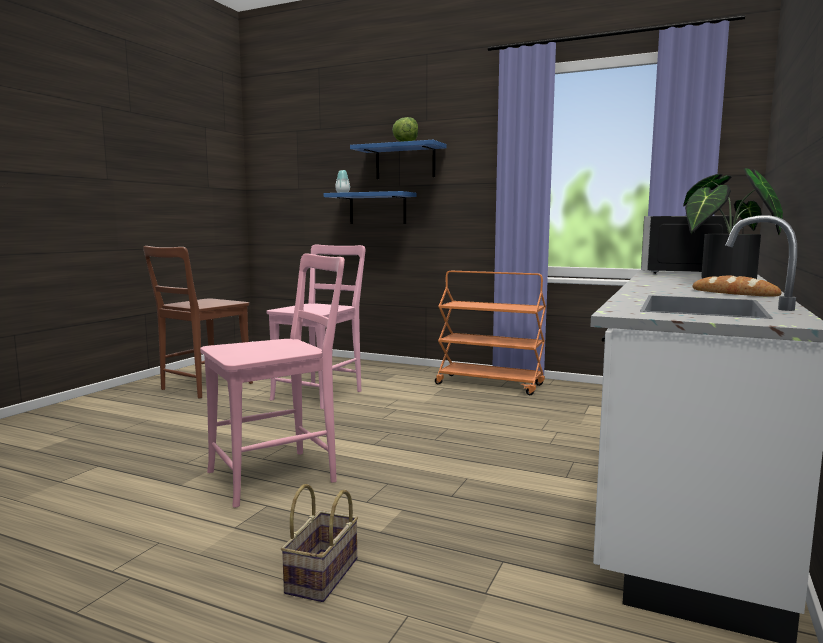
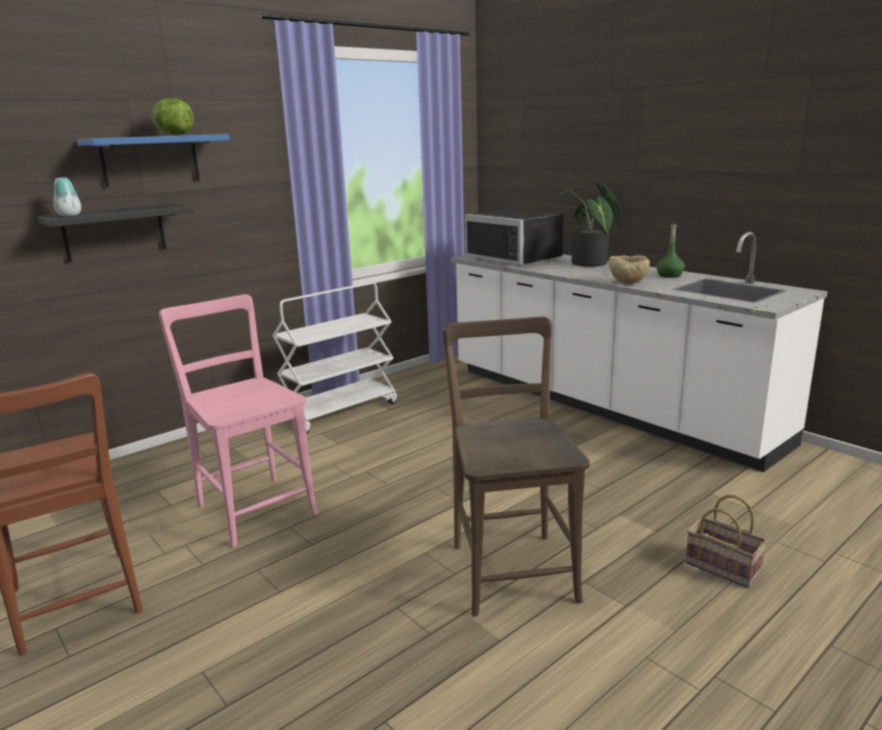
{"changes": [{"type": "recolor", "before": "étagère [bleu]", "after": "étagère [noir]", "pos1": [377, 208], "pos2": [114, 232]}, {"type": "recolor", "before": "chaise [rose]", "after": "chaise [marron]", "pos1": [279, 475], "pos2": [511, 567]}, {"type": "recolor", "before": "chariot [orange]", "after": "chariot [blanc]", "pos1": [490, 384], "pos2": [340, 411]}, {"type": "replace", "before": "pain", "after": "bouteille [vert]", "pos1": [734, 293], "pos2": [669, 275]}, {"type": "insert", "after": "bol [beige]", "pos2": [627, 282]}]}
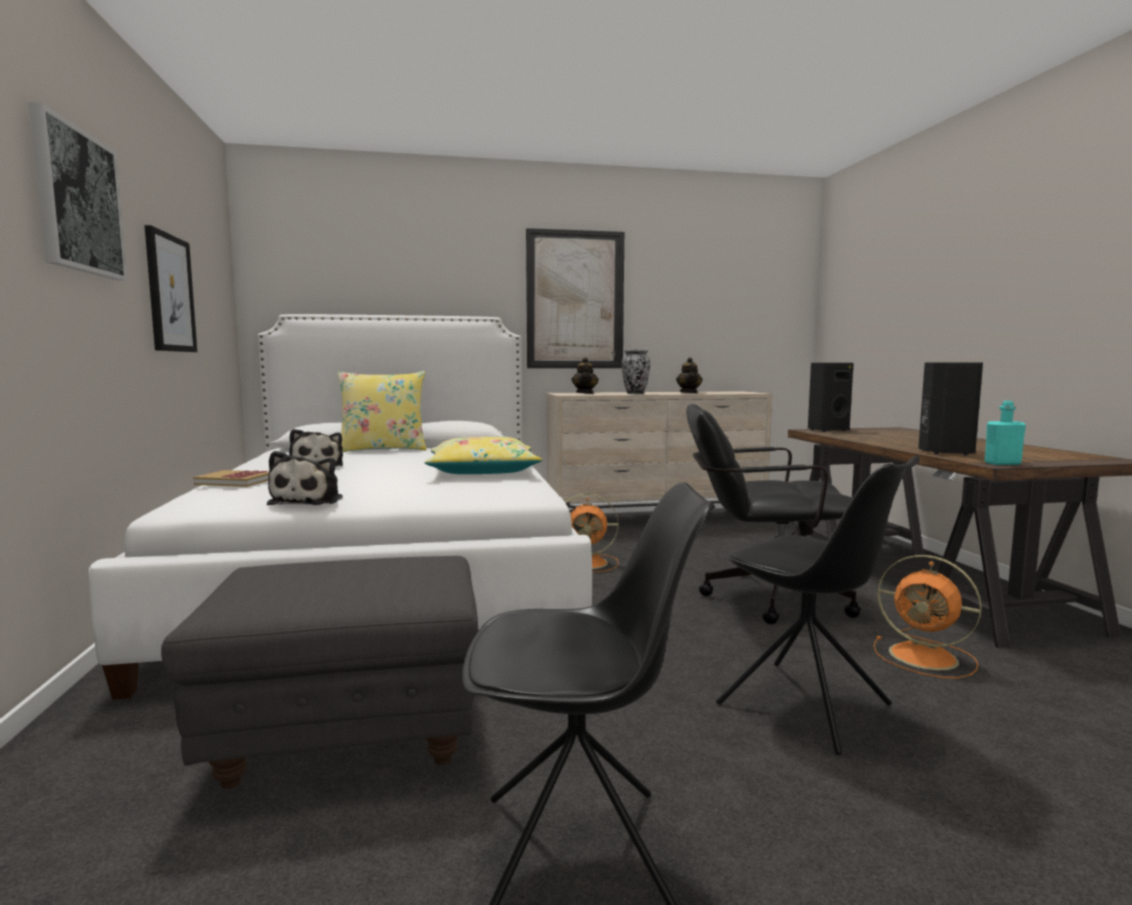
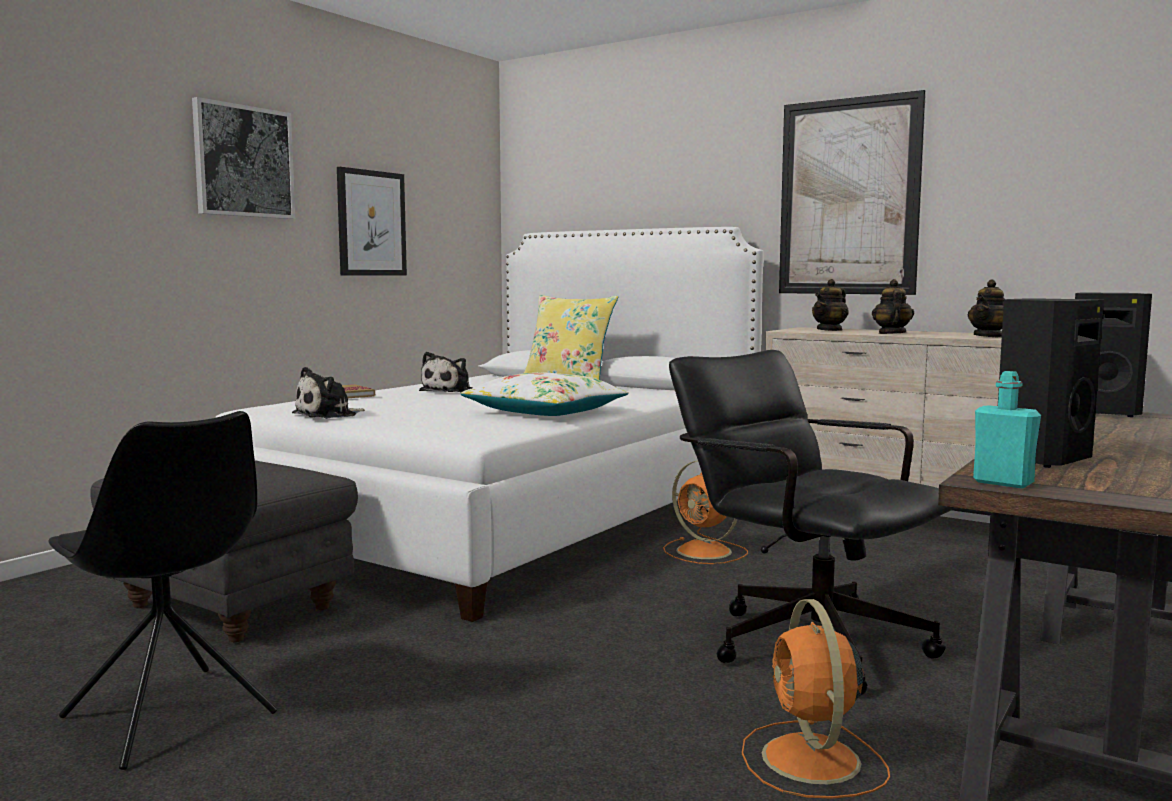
{"changes": [{"type": "replace", "before": "vase", "after": "théière", "pos1": [635, 393], "pos2": [891, 333]}, {"type": "recolor", "before": "coussin [jaune]", "after": "coussin [blanc]", "pos1": [483, 471], "pos2": [545, 412]}, {"type": "delete", "before": "chaise [noir]", "pos1": [806, 706]}]}
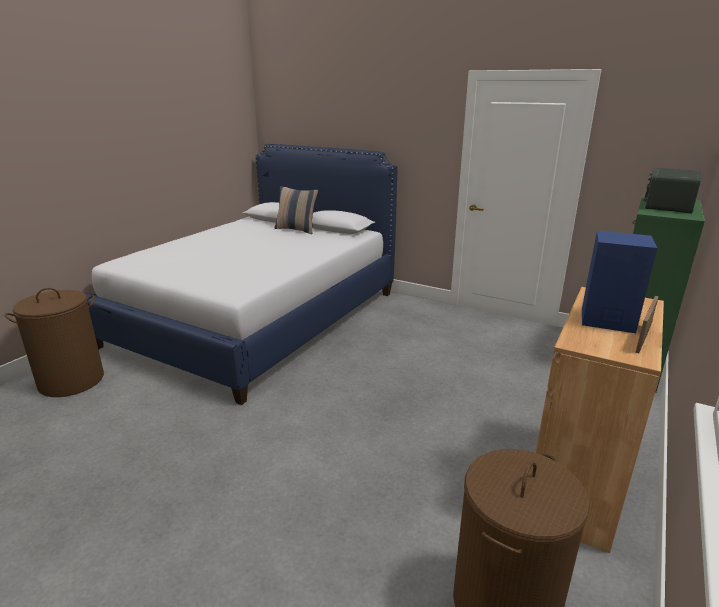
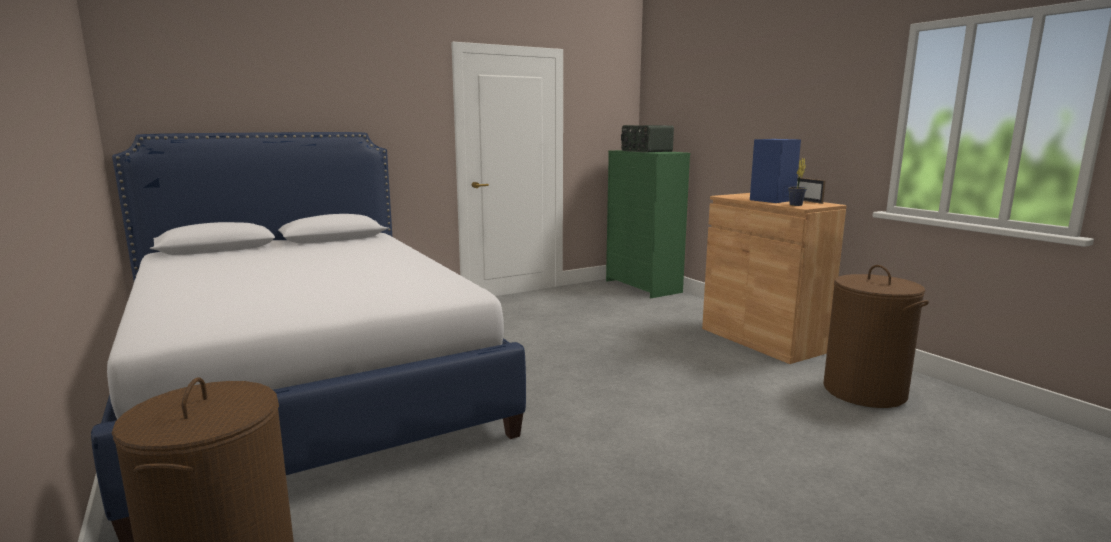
{"changes": [{"type": "delete", "before": "coussin", "pos1": [296, 230]}, {"type": "insert", "after": "plante en pot", "pos2": [795, 205]}]}
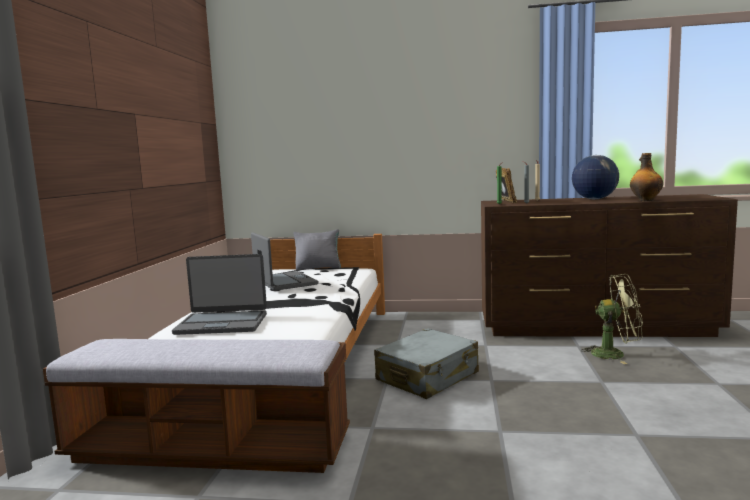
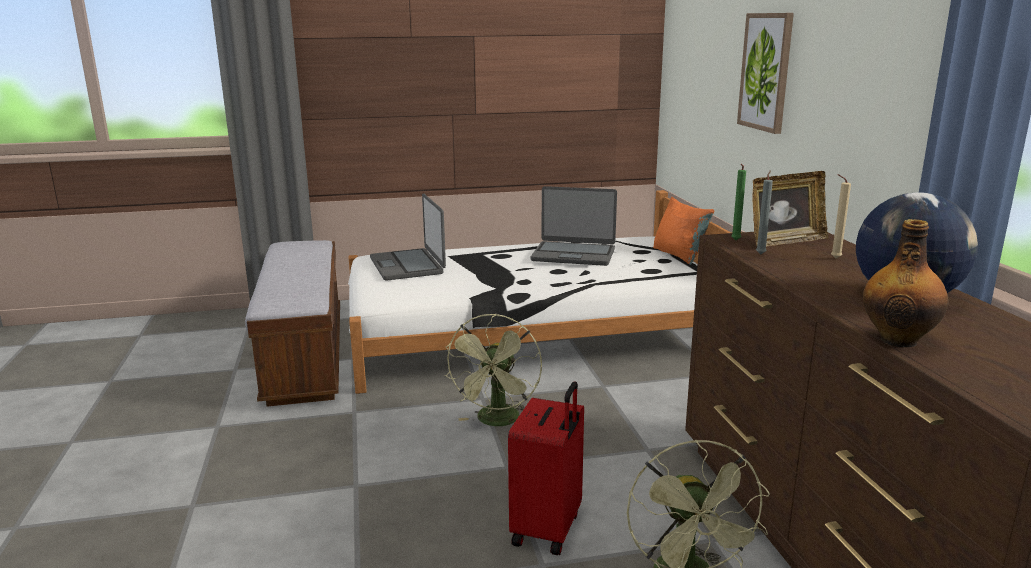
{"changes": [{"type": "recolor", "before": "coussin [gris]", "after": "coussin [orange]", "pos1": [318, 268], "pos2": [679, 255]}, {"type": "rotate", "before": "ordinateur portable", "pos1": [284, 282], "pos2": [573, 254], "turn": 60}, {"type": "replace", "before": "valise [gris]", "after": "ventilateur [vert]", "pos1": [427, 377], "pos2": [497, 422]}, {"type": "insert", "after": "tableau", "pos2": [766, 72]}, {"type": "insert", "after": "valise [rouge]", "pos2": [548, 529]}]}
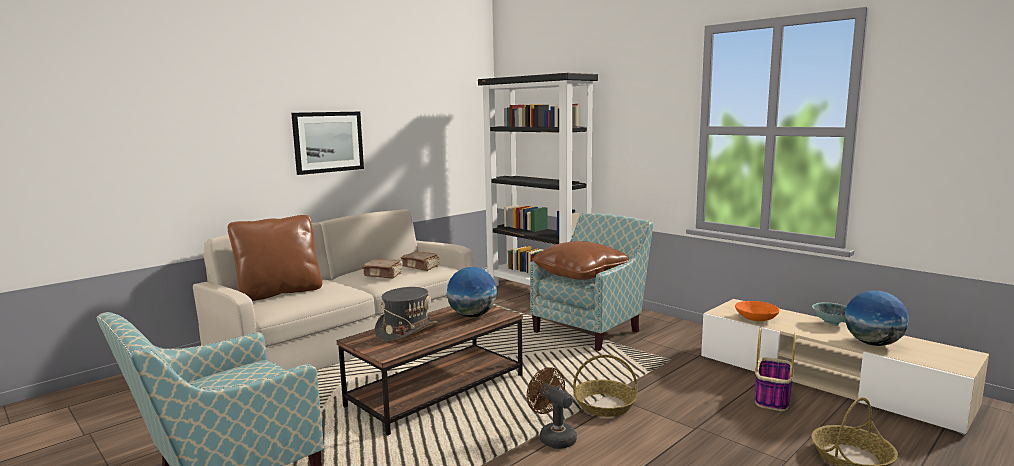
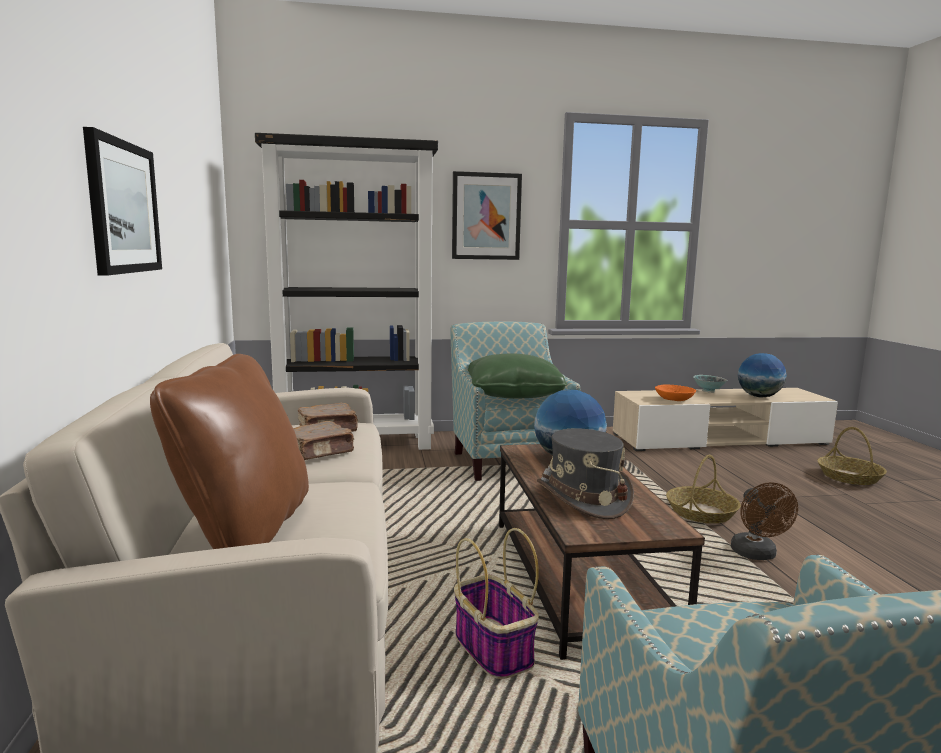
{"changes": [{"type": "recolor", "before": "coussin [marron]", "after": "coussin [vert]", "pos1": [580, 275], "pos2": [513, 394]}, {"type": "move", "before": "panier", "pos1": [772, 397], "pos2": [492, 649]}, {"type": "rotate", "before": "ventilateur [marron]", "pos1": [553, 437], "pos2": [757, 555], "turn": -90}, {"type": "insert", "after": "tableau", "pos2": [486, 216]}]}
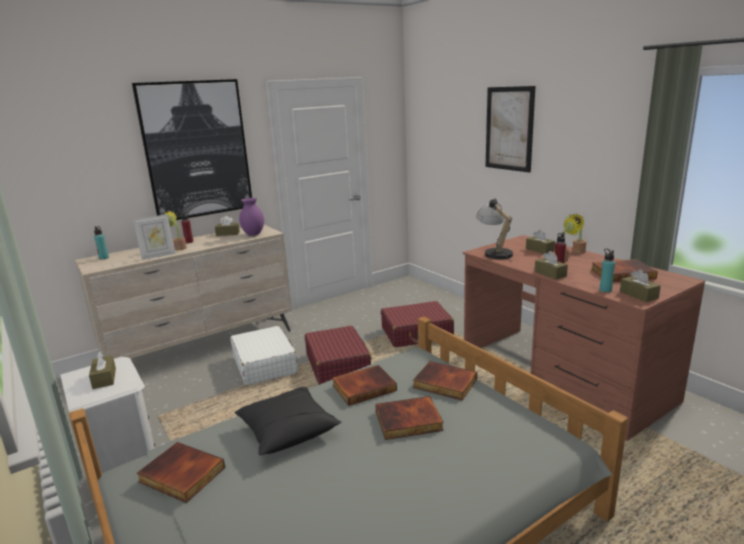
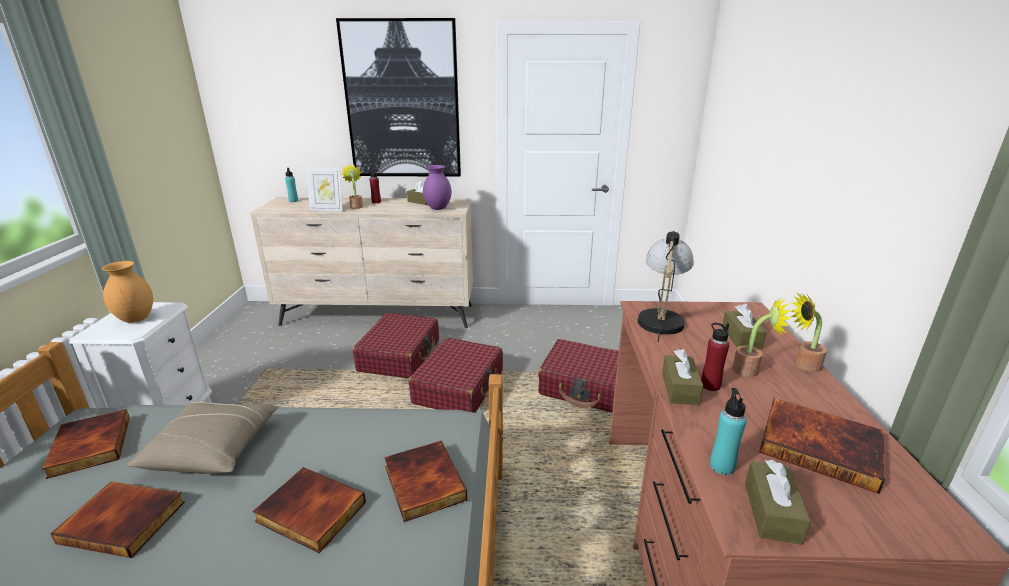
{"changes": [{"type": "delete", "before": "tableau", "pos1": [509, 129]}, {"type": "recolor", "before": "valise [blanc]", "after": "valise [rouge]", "pos1": [264, 364], "pos2": [400, 356]}, {"type": "replace", "before": "boîte à mouchoirs [marron]", "after": "vase [marron]", "pos1": [104, 378], "pos2": [136, 319]}, {"type": "move", "before": "livre", "pos1": [364, 387], "pos2": [125, 520]}, {"type": "recolor", "before": "coussin [noir]", "after": "coussin [beige]", "pos1": [287, 430], "pos2": [213, 449]}]}
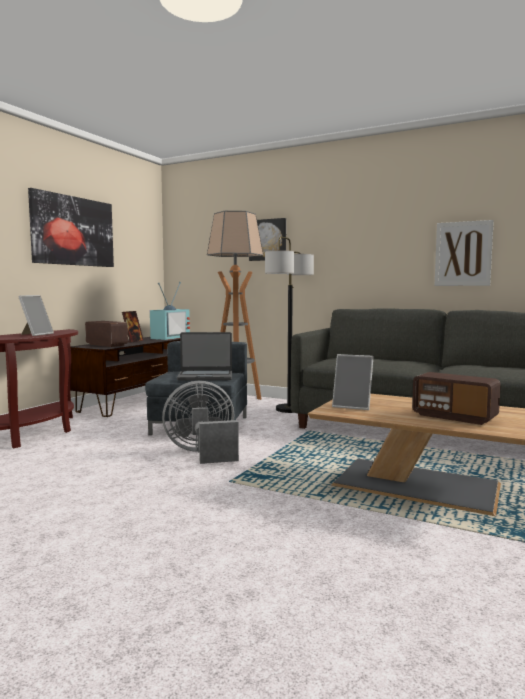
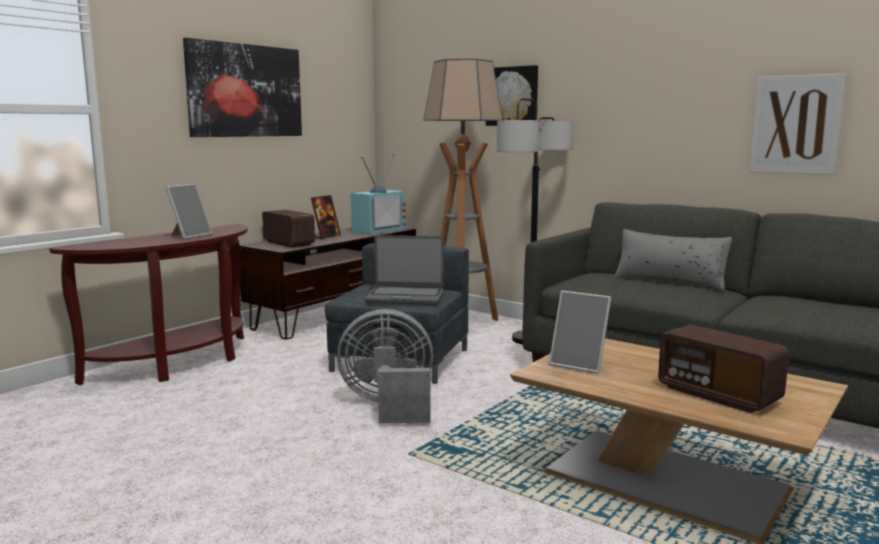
{"changes": [{"type": "insert", "after": "coussin [gris]", "pos2": [669, 281]}]}
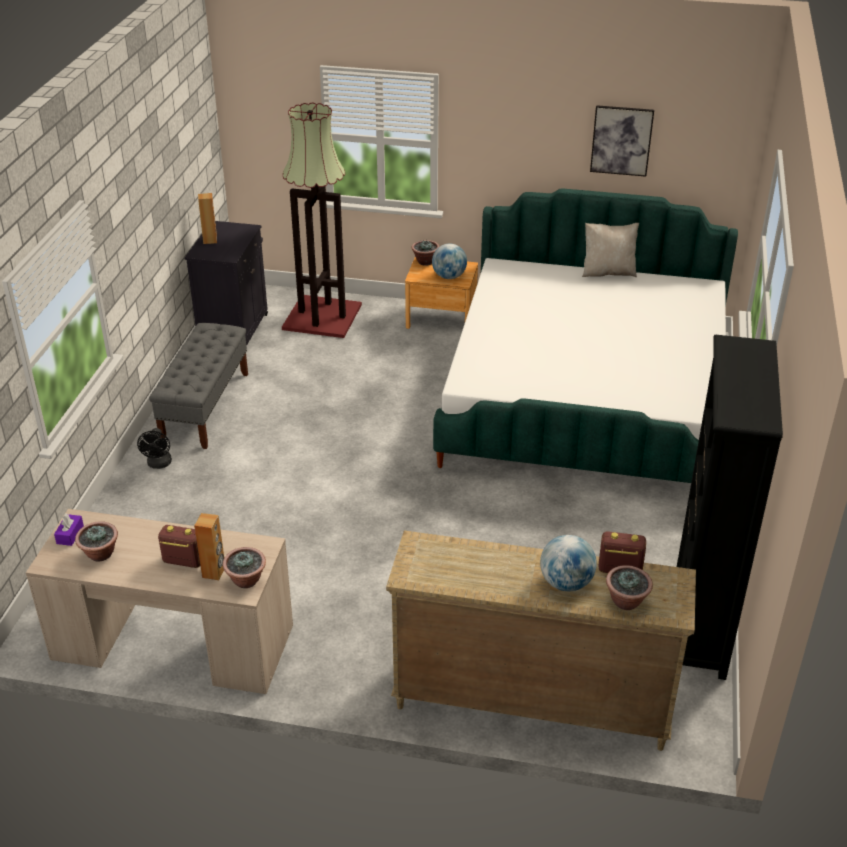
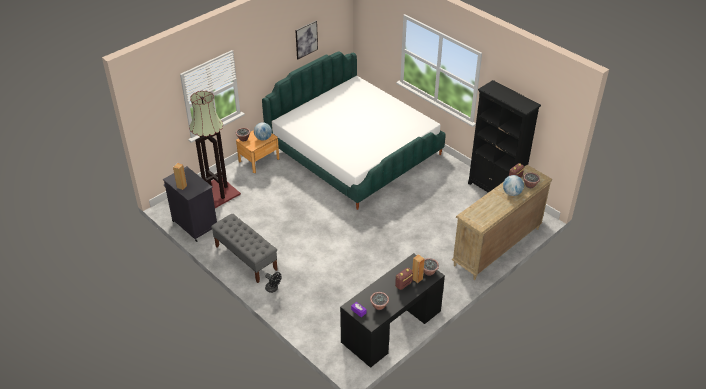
{"changes": [{"type": "delete", "before": "coussin [beige]", "pos1": [608, 272]}, {"type": "recolor", "before": "bureau [beige]", "after": "bureau [noir]", "pos1": [173, 641], "pos2": [391, 326]}]}
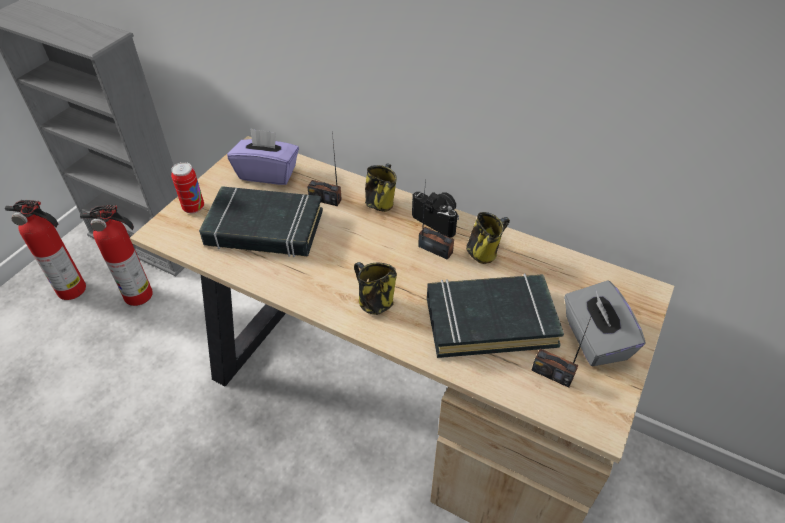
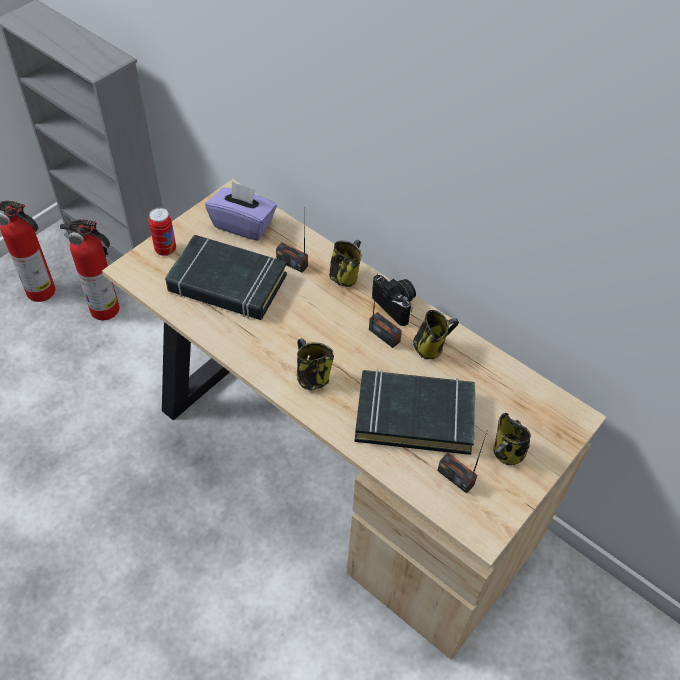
{"changes": [{"type": "replace", "before": "boîte à mouchoirs [gris]", "after": "mug", "pos1": [594, 339], "pos2": [506, 453]}]}
